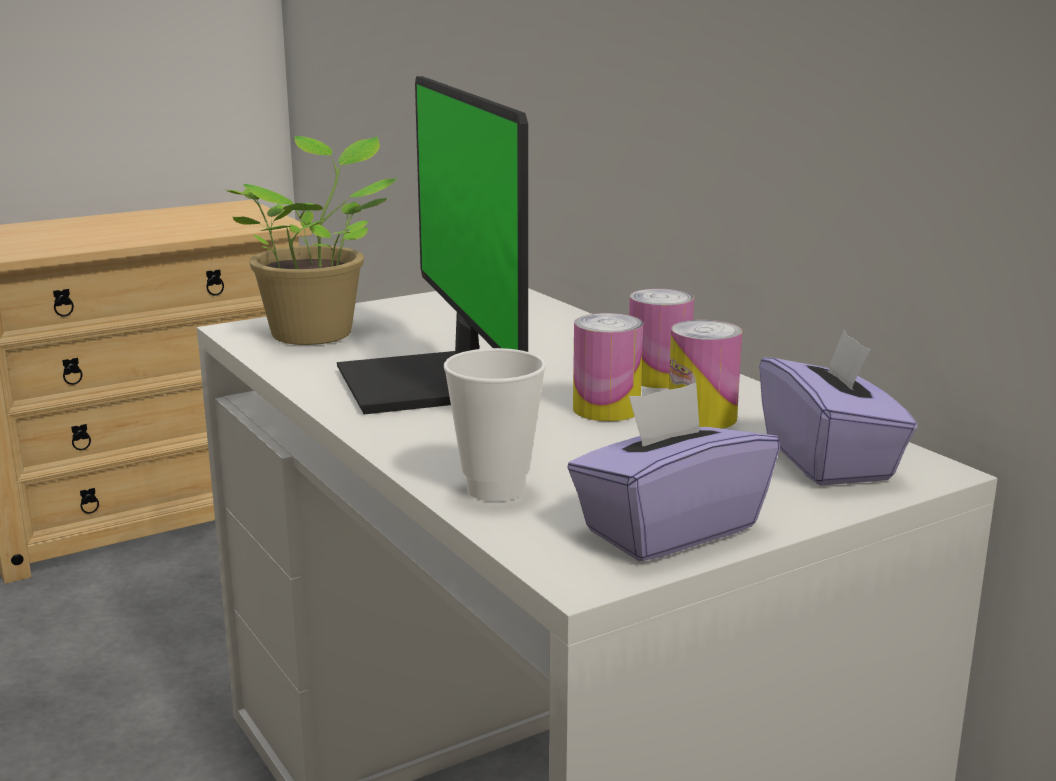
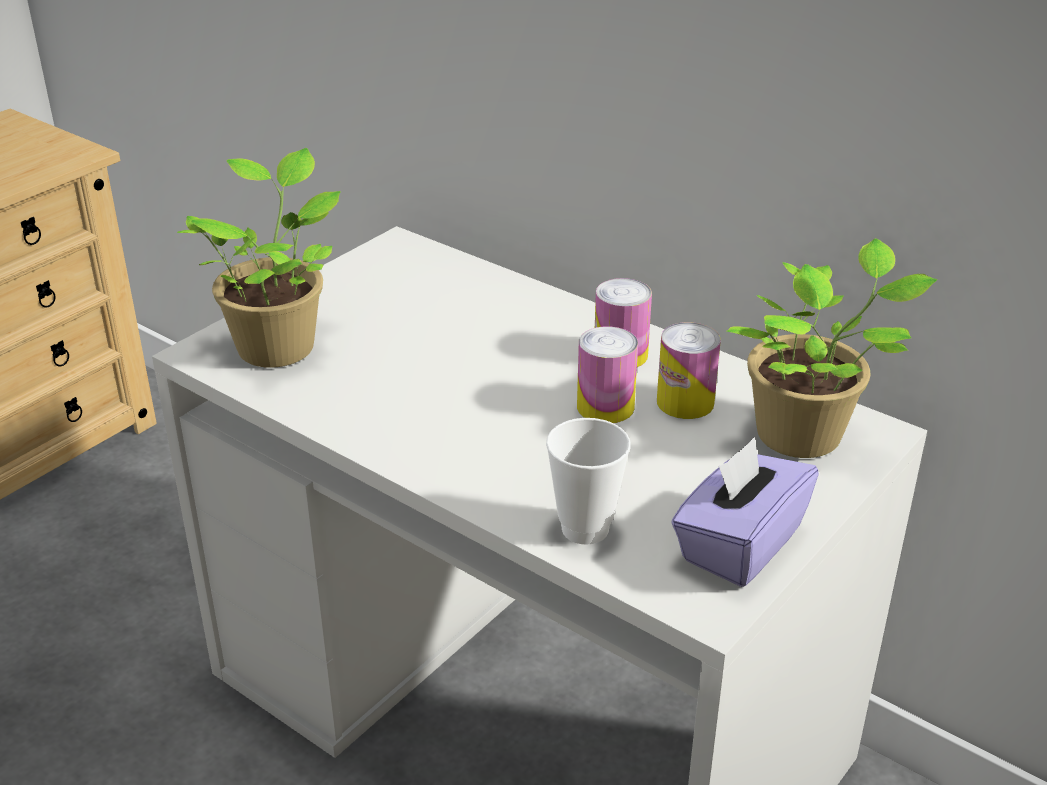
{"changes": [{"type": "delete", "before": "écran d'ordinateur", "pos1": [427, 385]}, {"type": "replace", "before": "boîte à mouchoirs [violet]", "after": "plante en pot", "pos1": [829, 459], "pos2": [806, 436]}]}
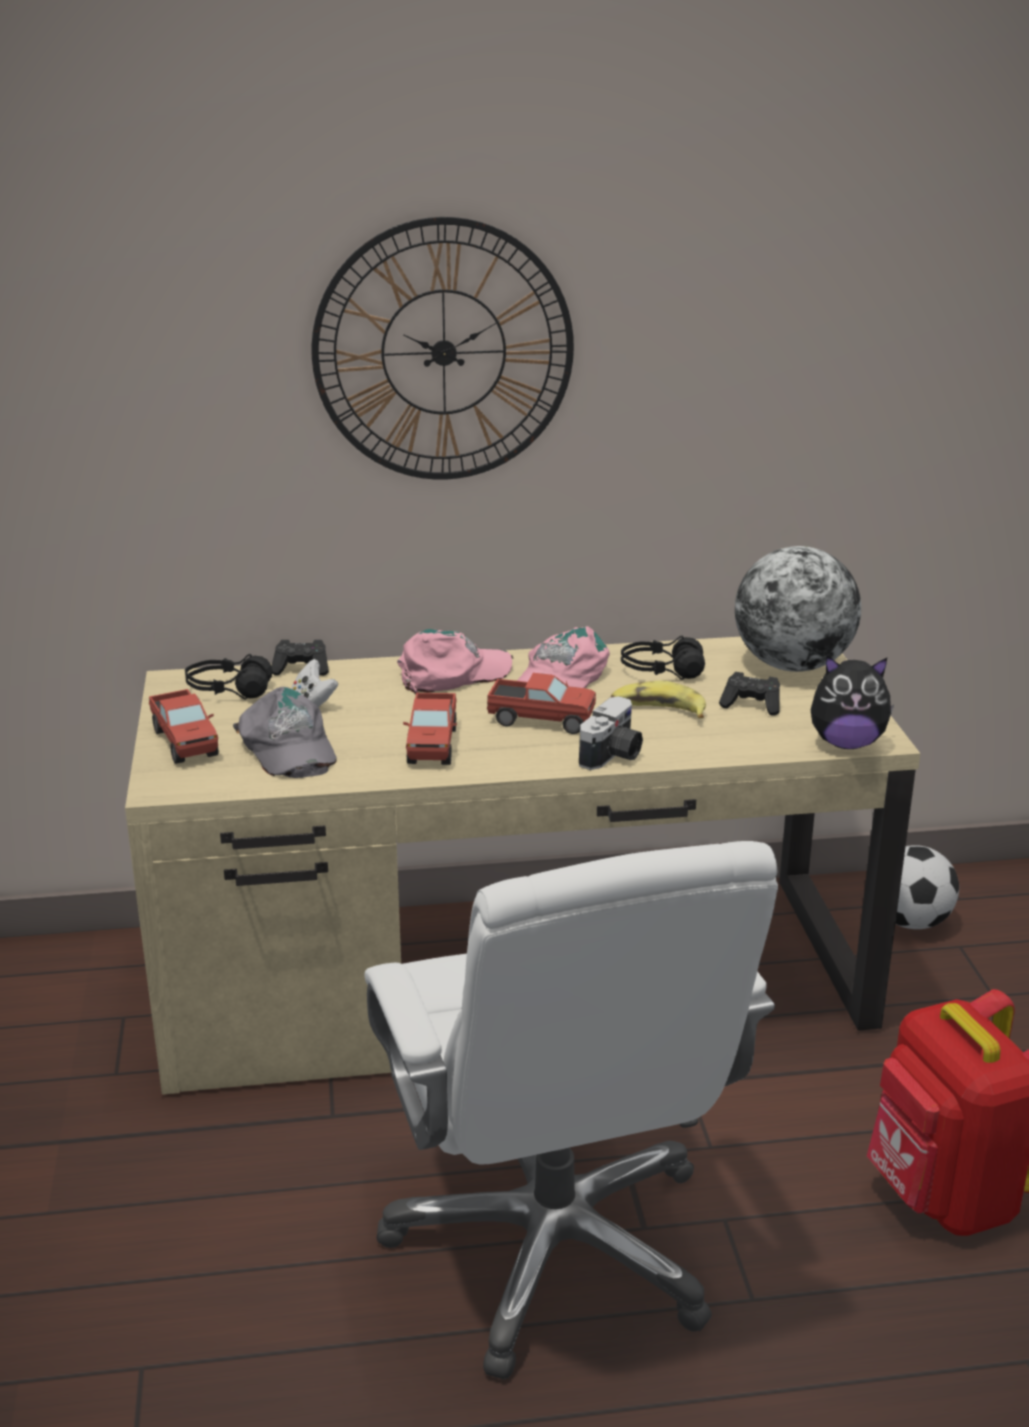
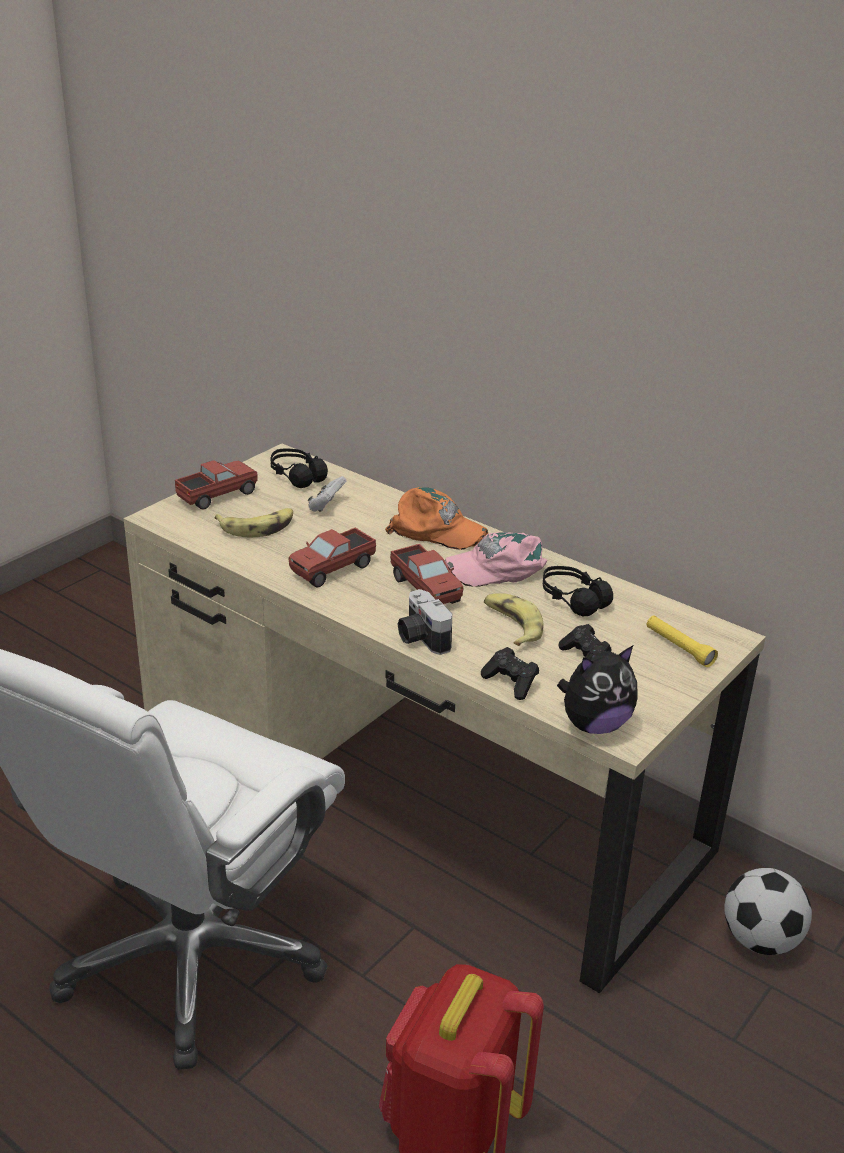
{"changes": [{"type": "delete", "before": "horloge murale", "pos1": [443, 352]}, {"type": "replace", "before": "globe", "after": "lampe de poche [jaune]", "pos1": [792, 666], "pos2": [679, 647]}, {"type": "recolor", "before": "casquette [rose]", "after": "casquette [orange]", "pos1": [453, 674], "pos2": [437, 530]}, {"type": "move", "before": "manette [noir]", "pos1": [301, 669], "pos2": [511, 683]}, {"type": "rotate", "before": "peluche", "pos1": [846, 743], "pos2": [594, 725], "turn": -75}, {"type": "replace", "before": "casquette [gris]", "after": "banane", "pos1": [287, 747], "pos2": [257, 527]}, {"type": "rotate", "before": "camion jouet", "pos1": [185, 742], "pos2": [217, 496], "turn": -150}, {"type": "rotate", "before": "appareil photo", "pos1": [613, 755], "pos2": [421, 638], "turn": 75}]}
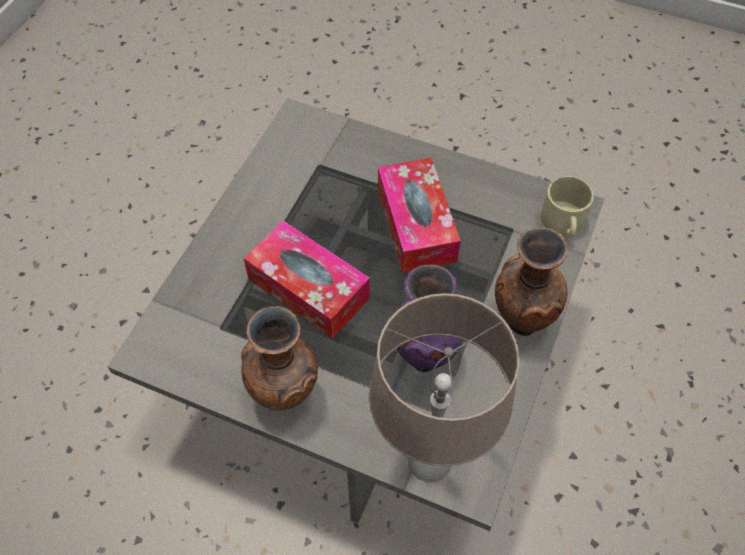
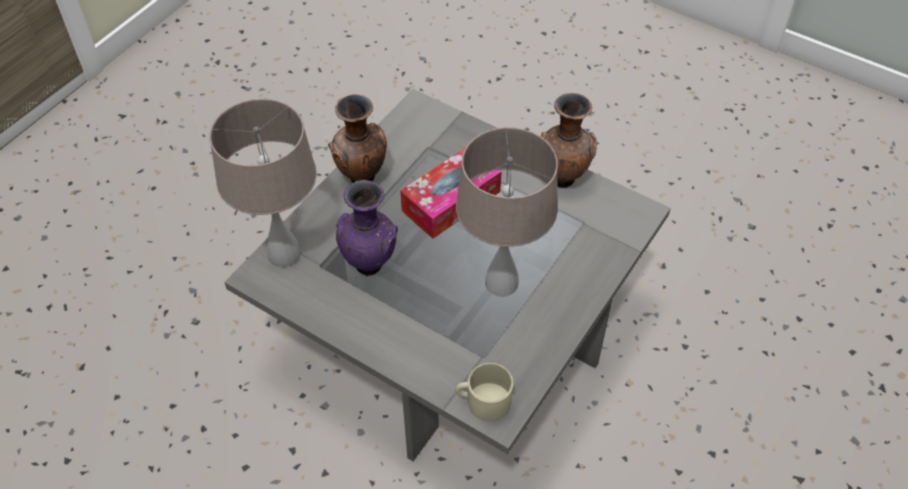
{"changes": [{"type": "replace", "before": "boîte à mouchoirs", "after": "lampe de table [beige]", "pos1": [416, 225], "pos2": [502, 282]}, {"type": "move", "before": "vase [marron]", "pos1": [520, 321], "pos2": [563, 178]}]}
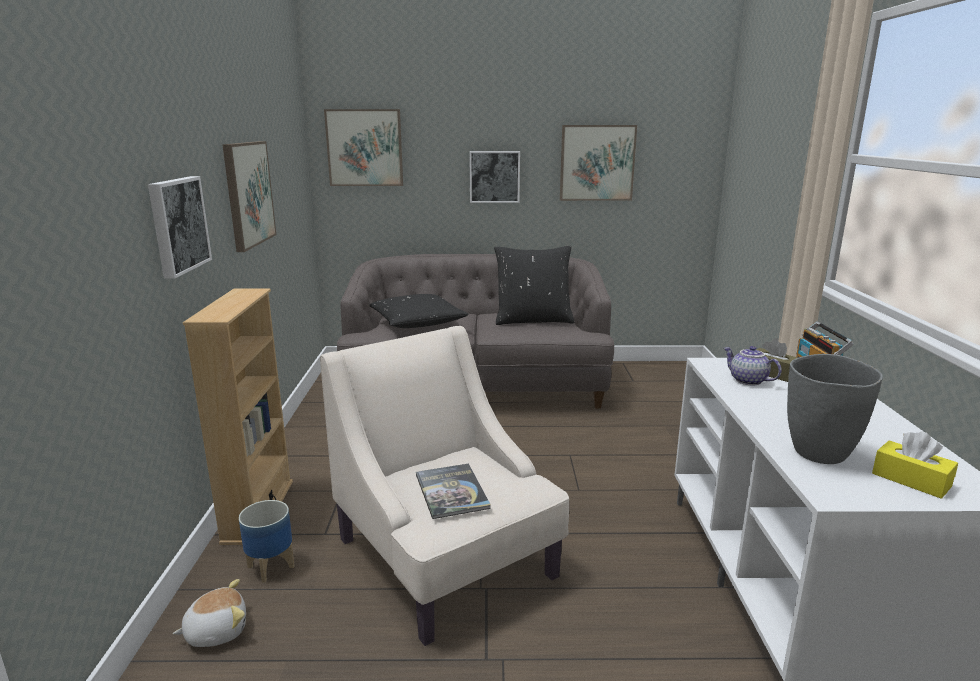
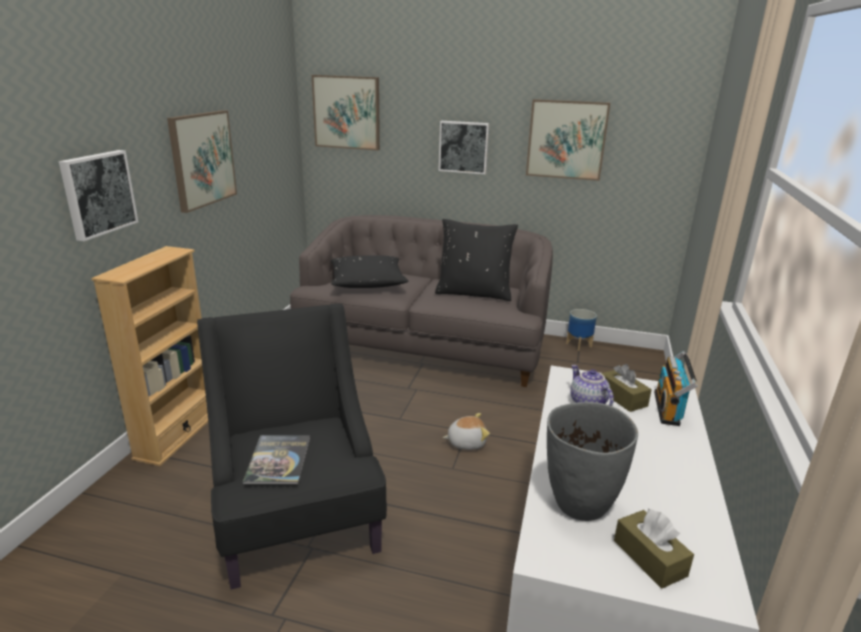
{"changes": [{"type": "recolor", "before": "fauteuil [beige]", "after": "fauteuil [noir]", "pos1": [446, 558], "pos2": [296, 511]}, {"type": "recolor", "before": "boîte à mouchoirs [jaune]", "after": "boîte à mouchoirs [marron]", "pos1": [911, 480], "pos2": [649, 558]}, {"type": "move", "before": "cache-pot", "pos1": [271, 566], "pos2": [579, 345]}, {"type": "move", "before": "peluche", "pos1": [216, 631], "pos2": [466, 442]}]}
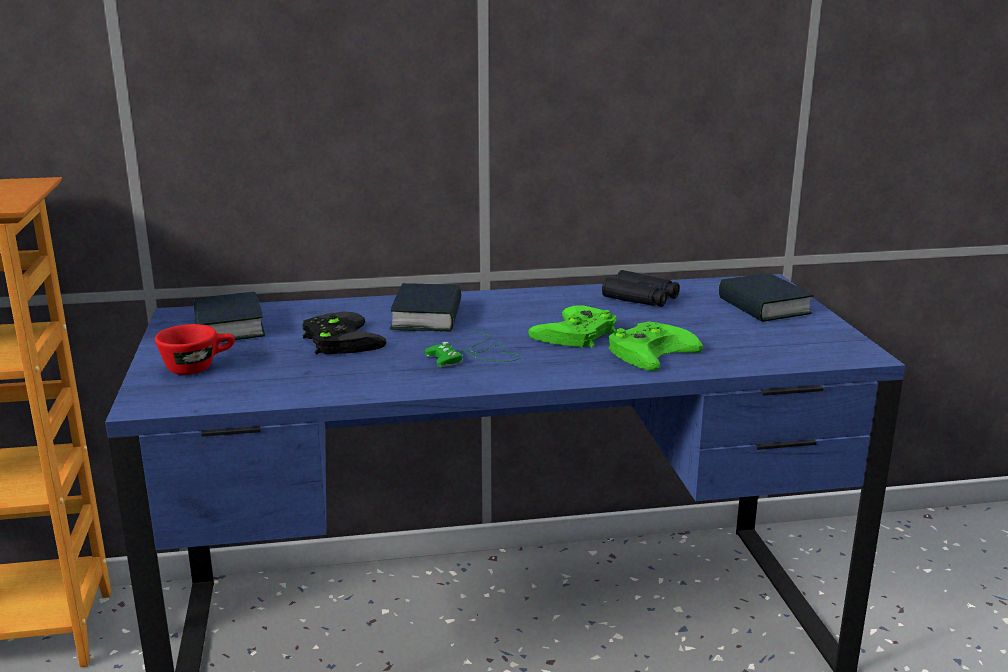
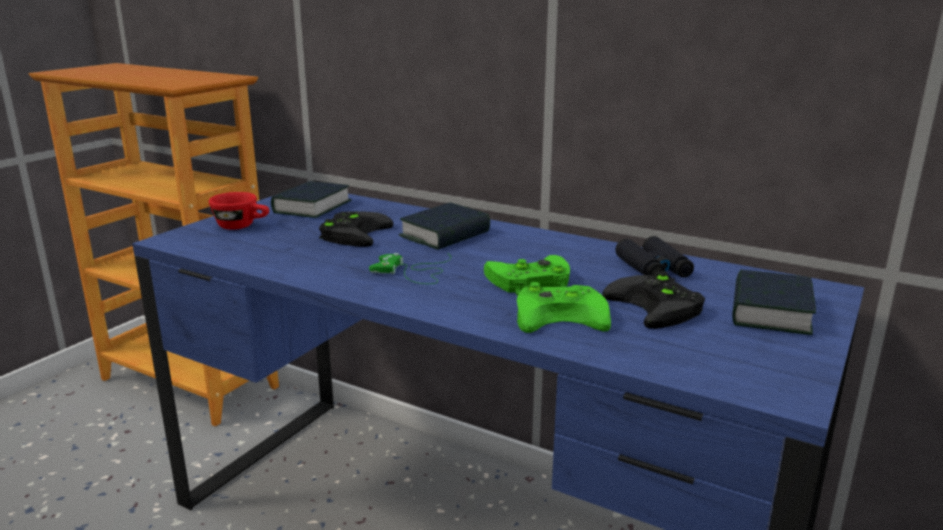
{"changes": [{"type": "insert", "after": "manette [noir]", "pos2": [659, 307]}]}
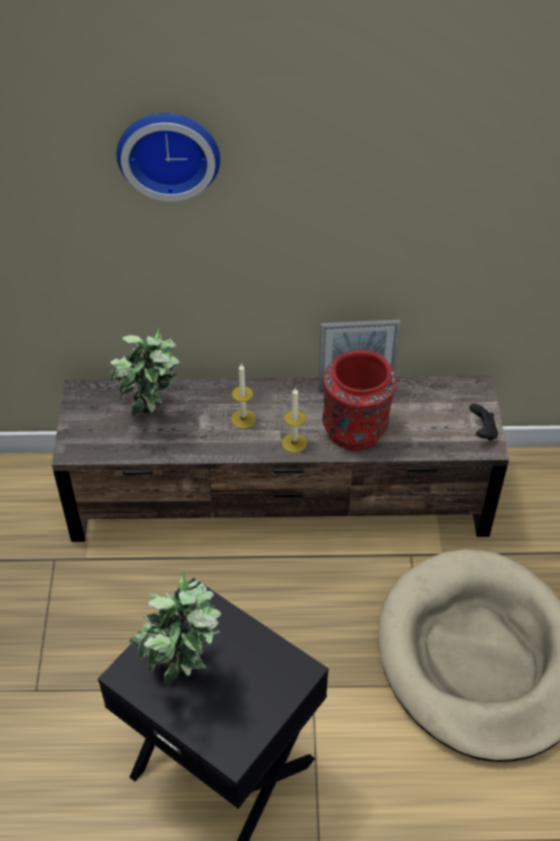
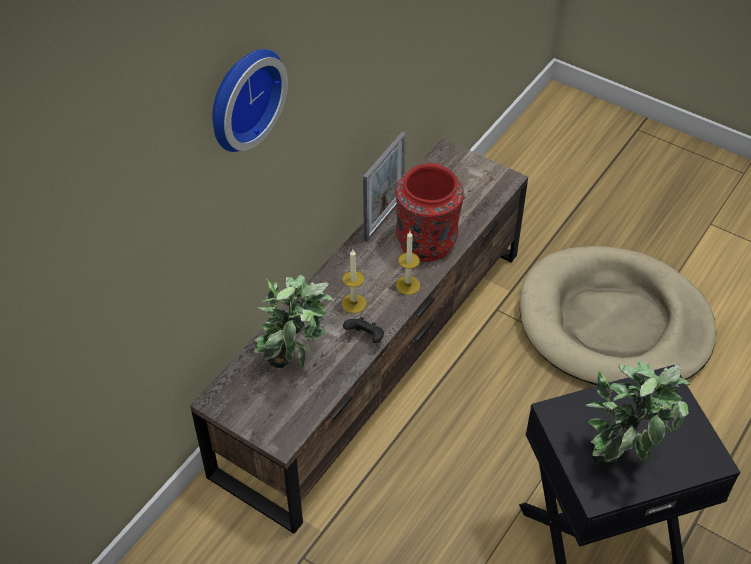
{"changes": [{"type": "move", "before": "manette [noir]", "pos1": [482, 431], "pos2": [366, 337]}]}
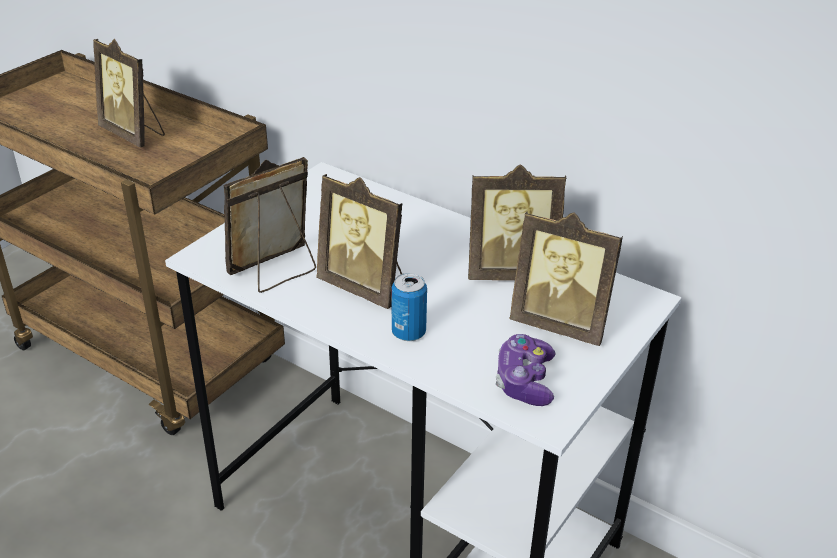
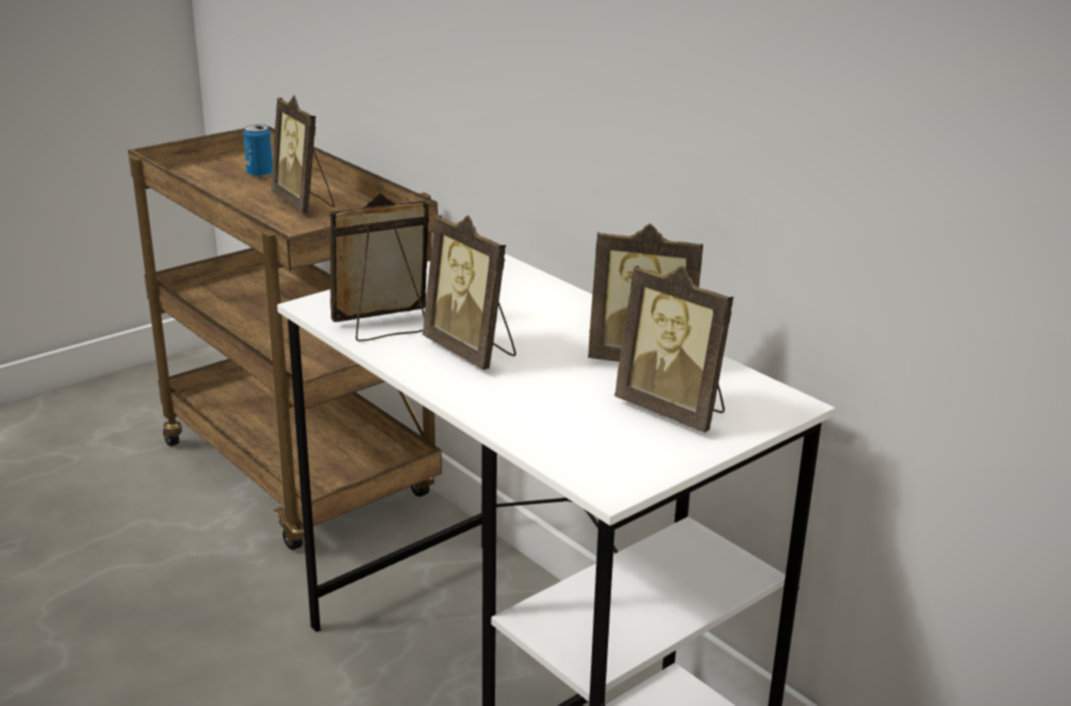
{"changes": [{"type": "move", "before": "boîte métallique", "pos1": [408, 333], "pos2": [260, 174]}, {"type": "delete", "before": "manette", "pos1": [524, 381]}]}
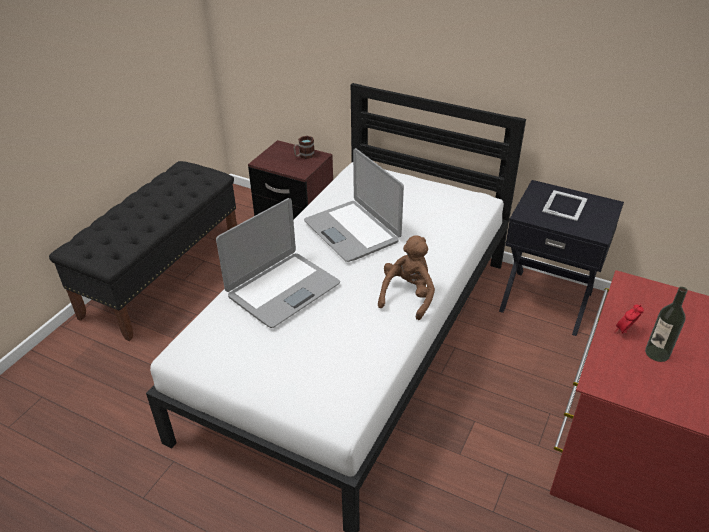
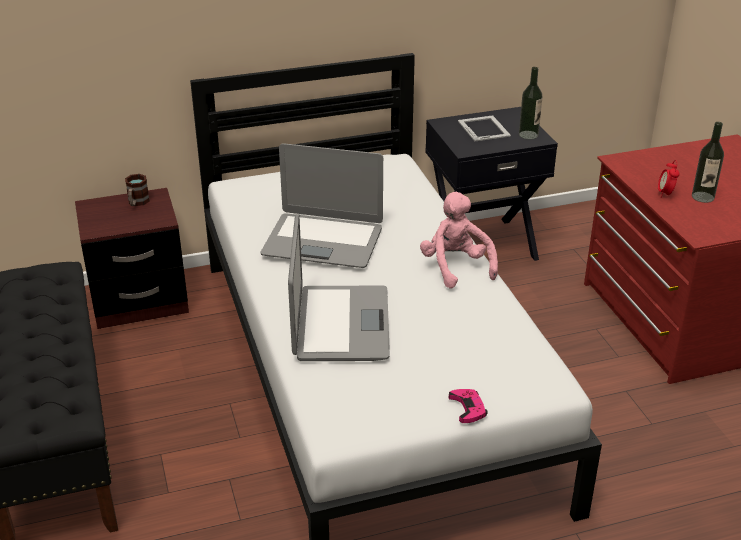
{"changes": [{"type": "recolor", "before": "peluche [marron]", "after": "peluche [rose]", "pos1": [408, 296], "pos2": [456, 267]}, {"type": "insert", "after": "bouteille", "pos2": [528, 135]}, {"type": "insert", "after": "manette [rose]", "pos2": [468, 408]}]}
